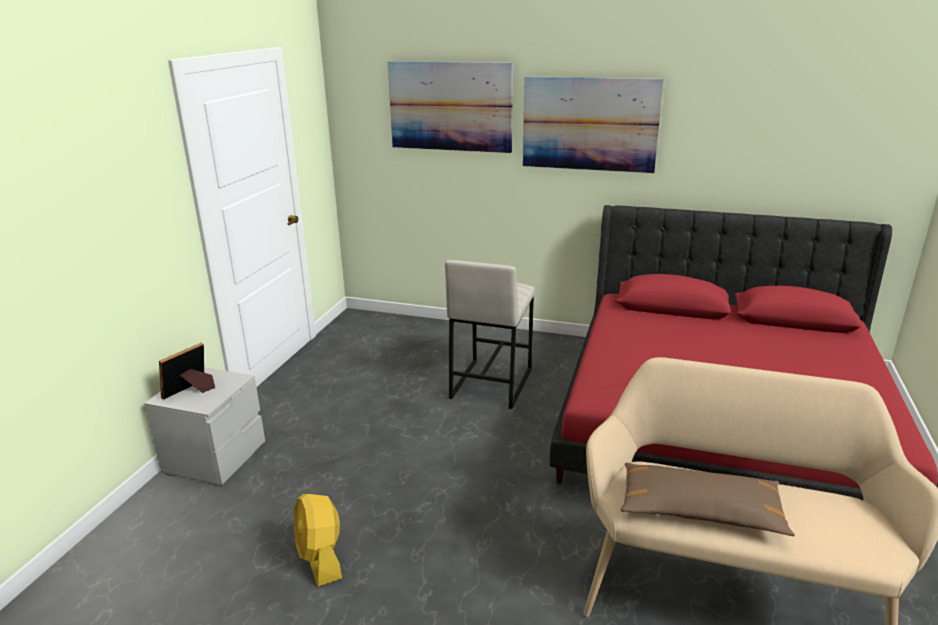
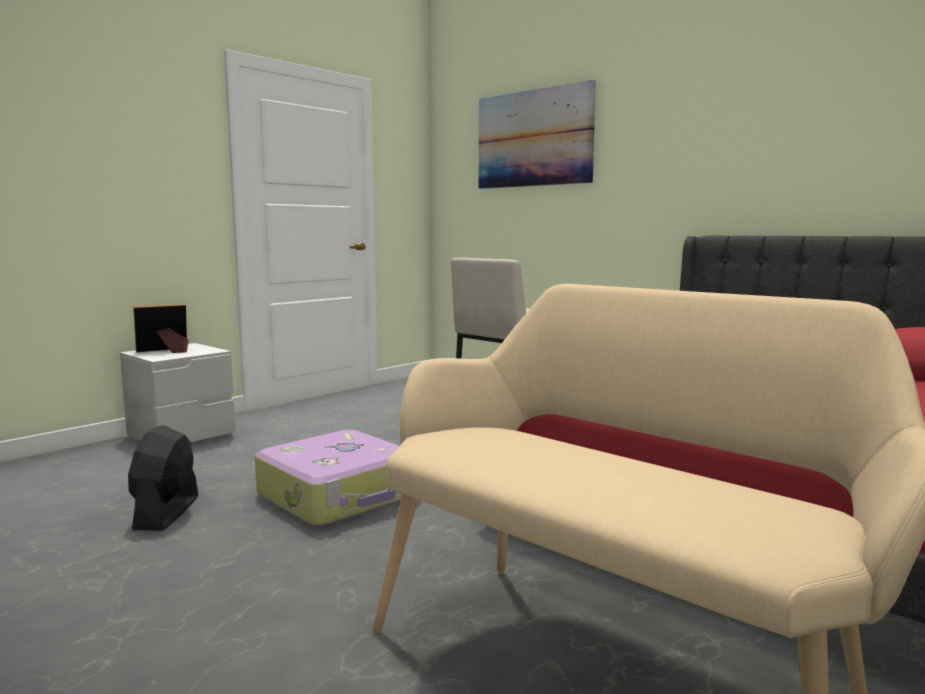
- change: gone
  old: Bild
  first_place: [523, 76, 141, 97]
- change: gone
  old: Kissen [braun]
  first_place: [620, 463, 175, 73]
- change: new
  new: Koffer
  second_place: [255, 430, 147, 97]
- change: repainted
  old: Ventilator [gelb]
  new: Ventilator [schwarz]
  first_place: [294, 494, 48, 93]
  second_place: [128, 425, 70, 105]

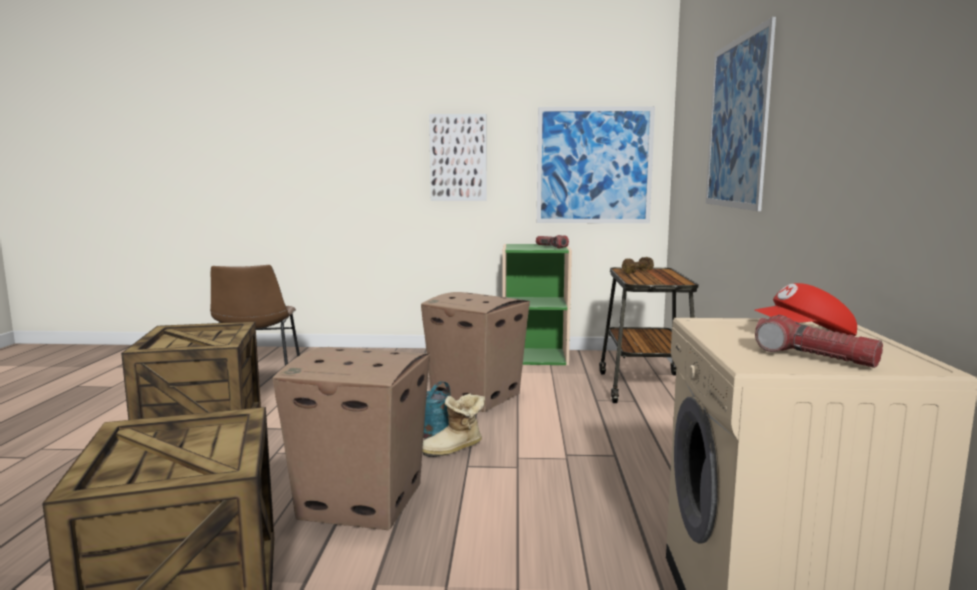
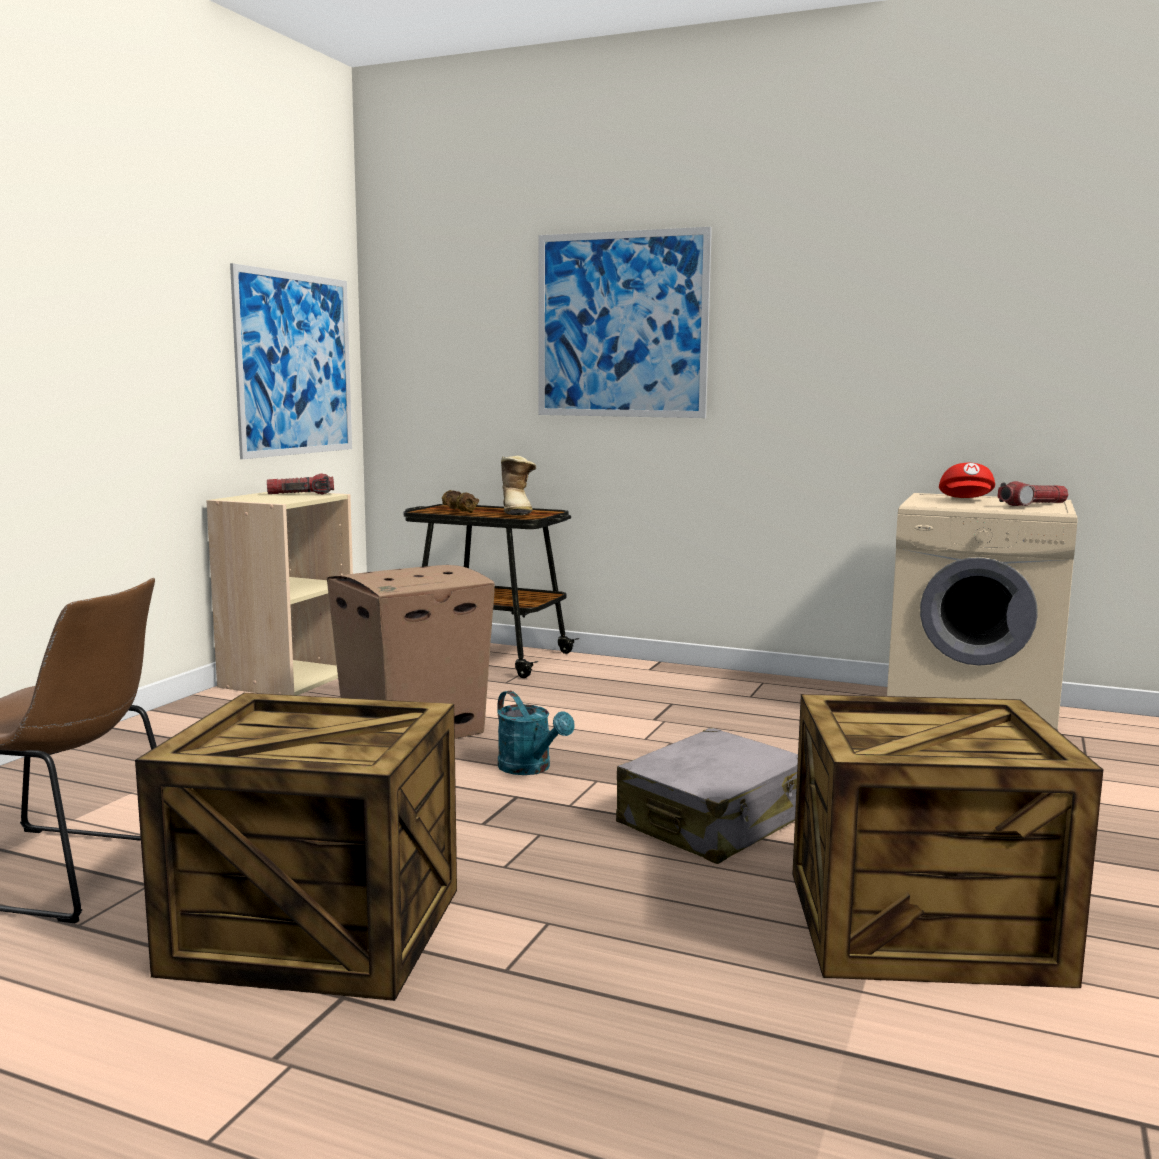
- change: gone
  old: Bild
  first_place: [429, 114, 58, 87]
- change: shifted
  old: Stiefel
  first_place: [422, 393, 63, 64]
  second_place: [501, 456, 35, 59]
- change: swapped
  old: Karton
  new: Koffer [grau]
  first_place: [273, 347, 157, 183]
  second_place: [616, 728, 182, 136]
- change: repainted
  old: Bücherregal [grün]
  new: Bücherregal [beige]
  first_place: [502, 244, 70, 121]
  second_place: [206, 492, 147, 203]

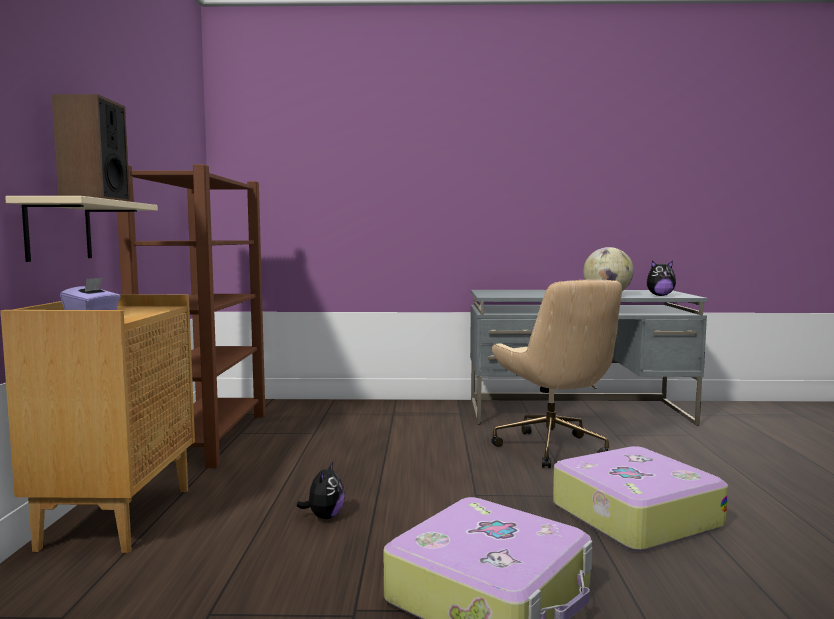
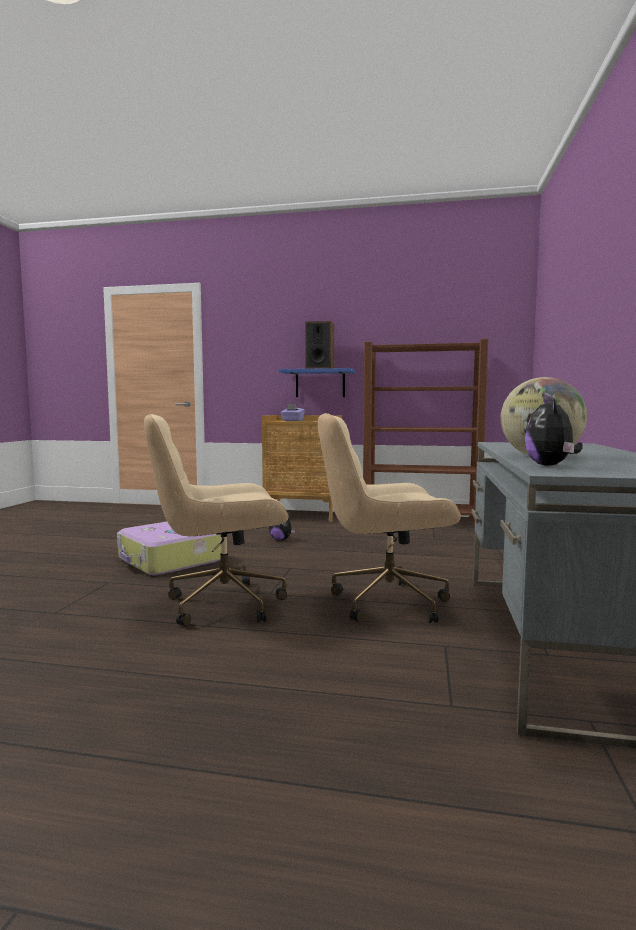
- change: swapped
  old: Koffer
  new: Bürostuhl [beige]
  first_place: [553, 446, 175, 105]
  second_place: [144, 413, 145, 213]
- change: repainted
  old: Wandregal [beige]
  new: Wandregal [blau]
  first_place: [5, 196, 153, 66]
  second_place: [279, 368, 76, 29]

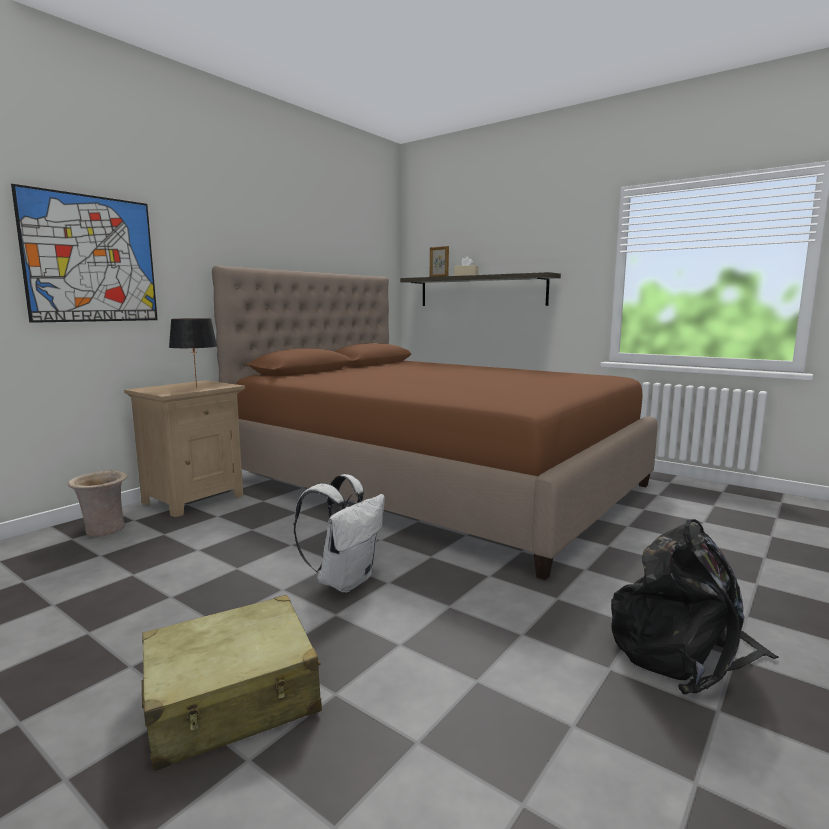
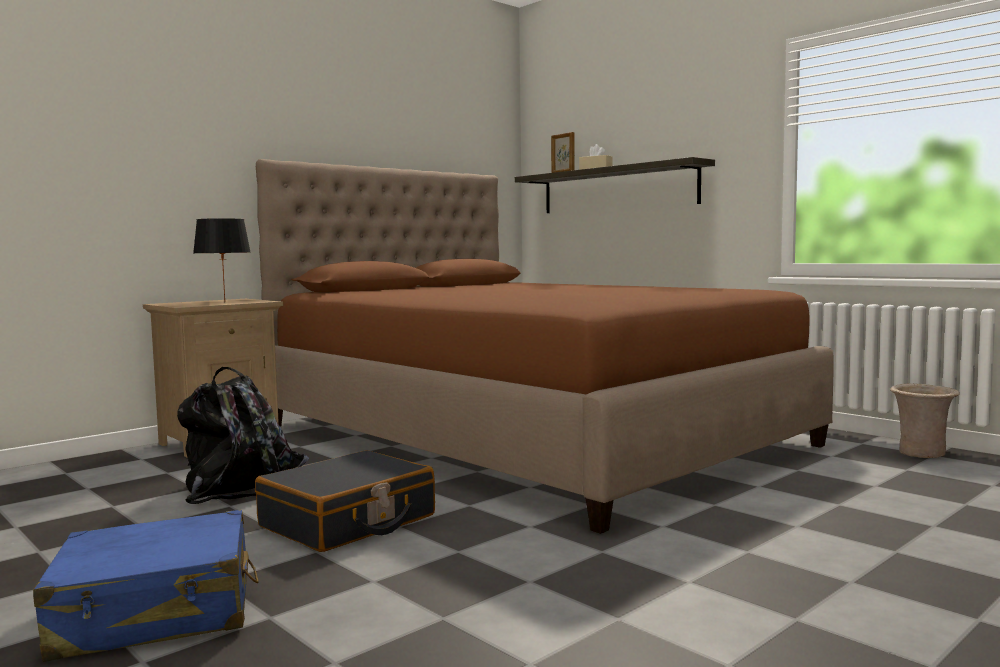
- change: gone
  old: Bild
  first_place: [11, 184, 147, 139]
- change: shifted
  old: Vase [beige]
  first_place: [68, 470, 60, 67]
  second_place: [890, 383, 70, 75]
- change: shifted
  old: Rucksack [schwarz]
  first_place: [611, 519, 168, 176]
  second_place: [177, 367, 132, 137]
- change: swapped
  old: Rucksack [weiß]
  new: Koffer [schwarz]
  first_place: [294, 474, 91, 118]
  second_place: [255, 450, 180, 102]
- change: repainted
  old: Koffer [beige]
  new: Koffer [blau]
  first_place: [142, 595, 180, 176]
  second_place: [33, 510, 226, 152]

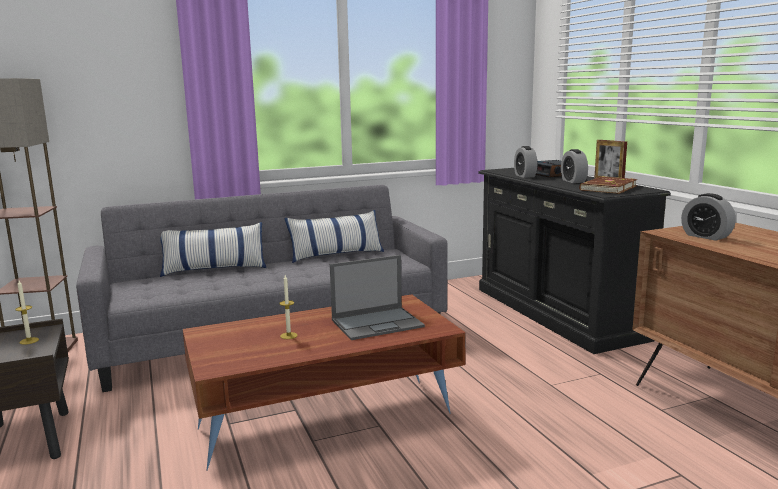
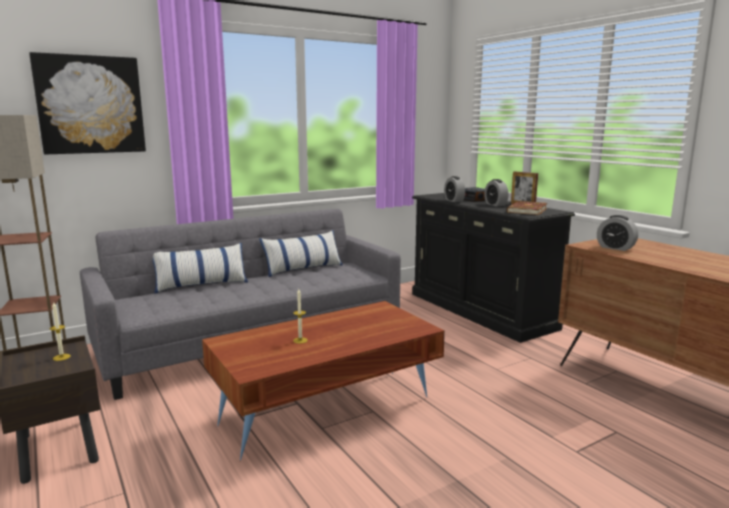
- change: gone
  old: Laptop
  first_place: [330, 255, 95, 85]
- change: new
  new: Bild
  second_place: [29, 52, 117, 102]

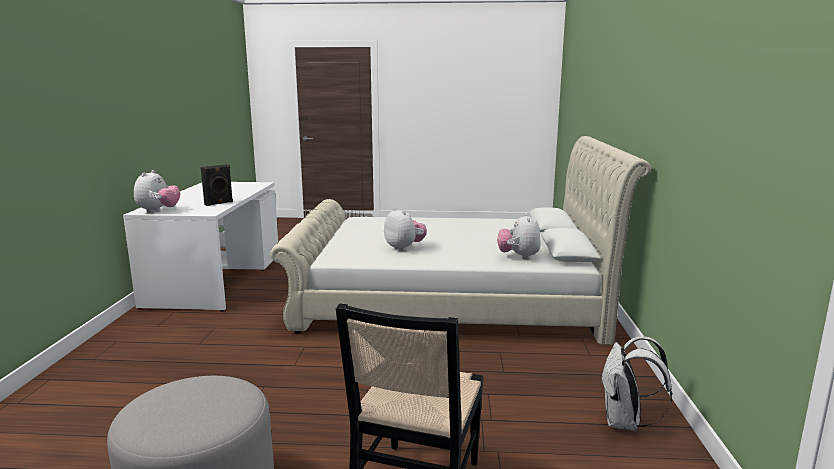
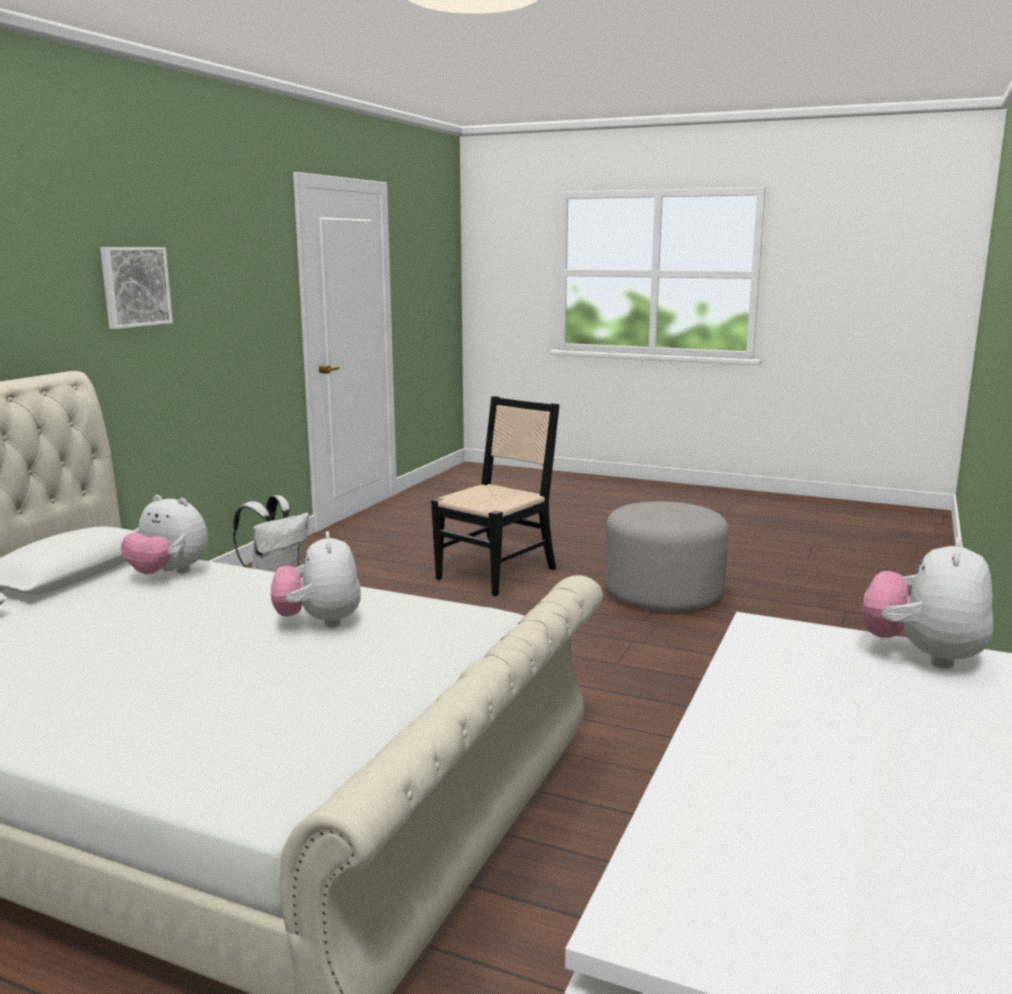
- change: gone
  old: Lautsprecher [schwarz]
  first_place: [201, 164, 32, 42]
- change: new
  new: Bild
  second_place: [100, 247, 73, 82]
- change: rotated
  old: Plüschtier
  first_place: [497, 213, 44, 47]
  second_place: [121, 495, 87, 79]
  degrees: 90

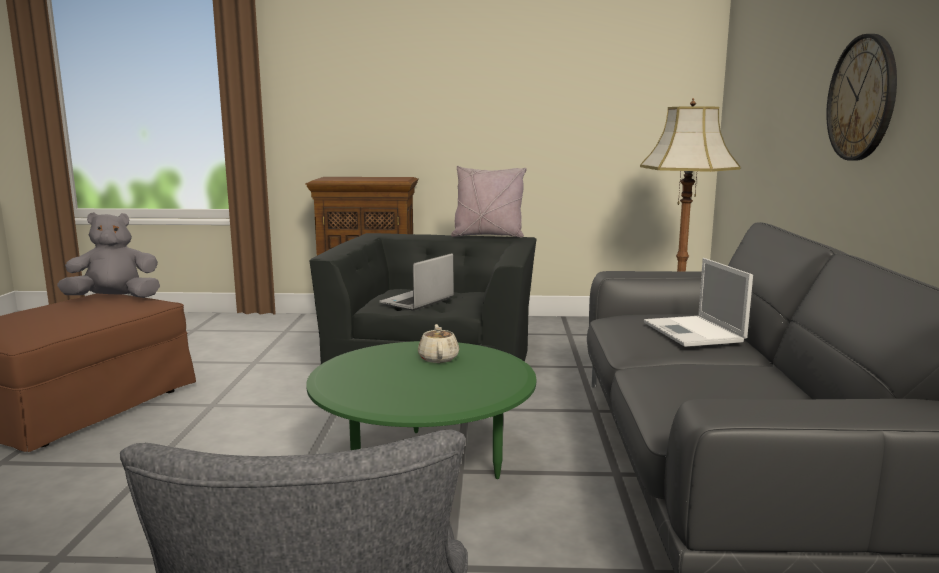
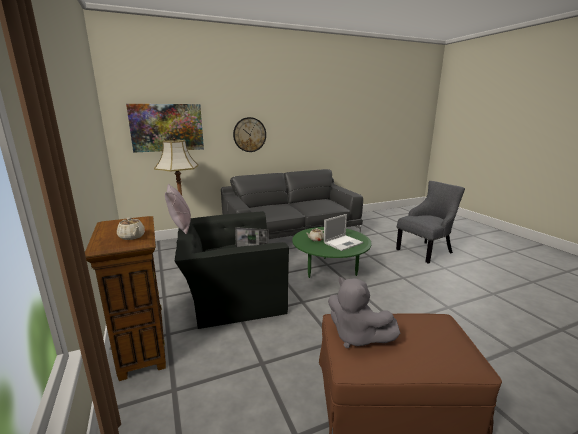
- change: new
  new: Teekanne [beige]
  second_place: [117, 217, 28, 23]
- change: new
  new: Bild
  second_place: [126, 104, 78, 49]
- change: shifted
  old: Laptop
  first_place: [644, 258, 109, 89]
  second_place: [324, 214, 39, 37]

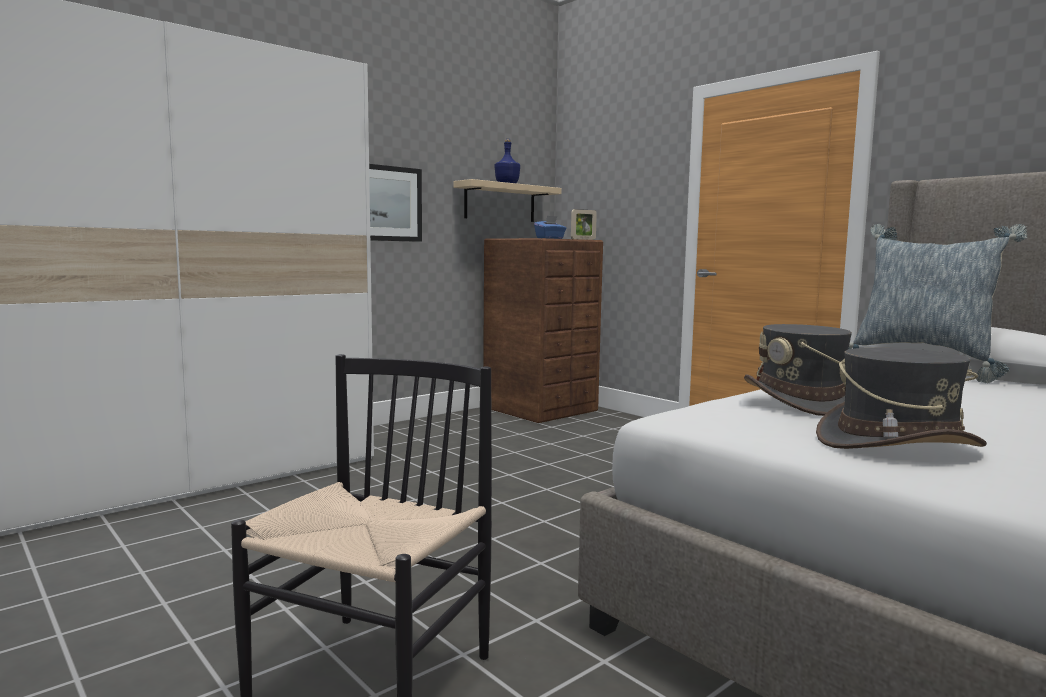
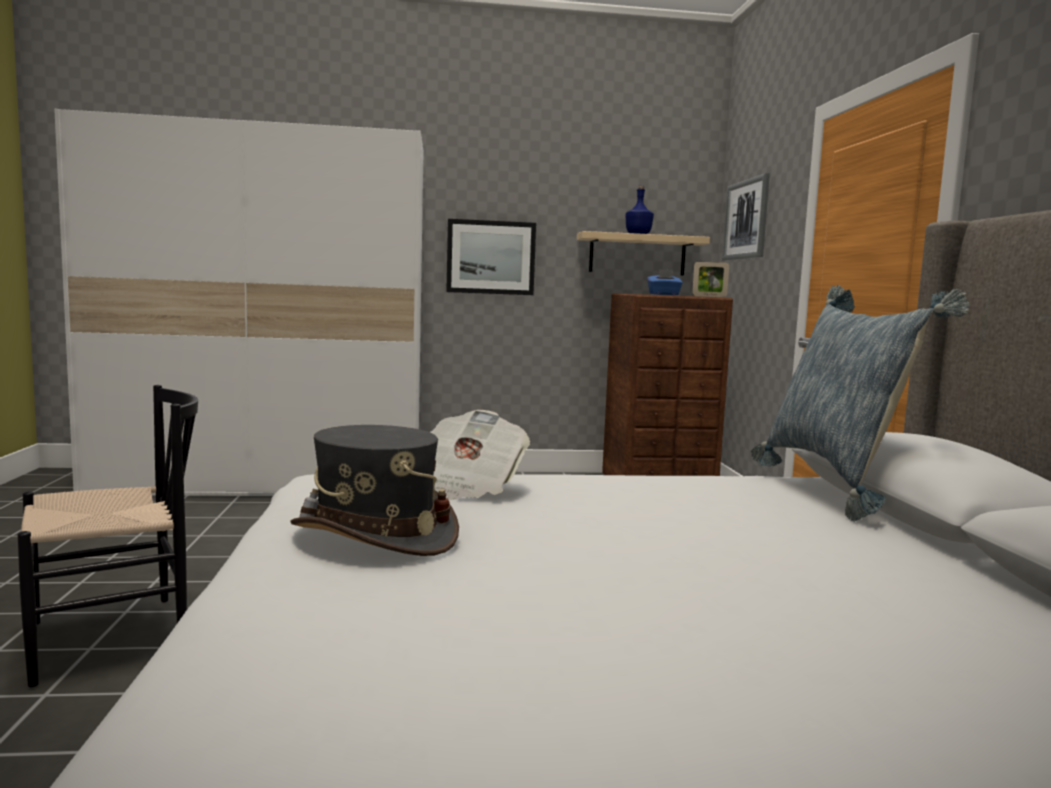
- change: new
  new: Bild
  second_place: [722, 173, 48, 87]
- change: swapped
  old: Hut [grau]
  new: Zeitung
  first_place: [744, 324, 108, 92]
  second_place: [430, 410, 100, 90]

